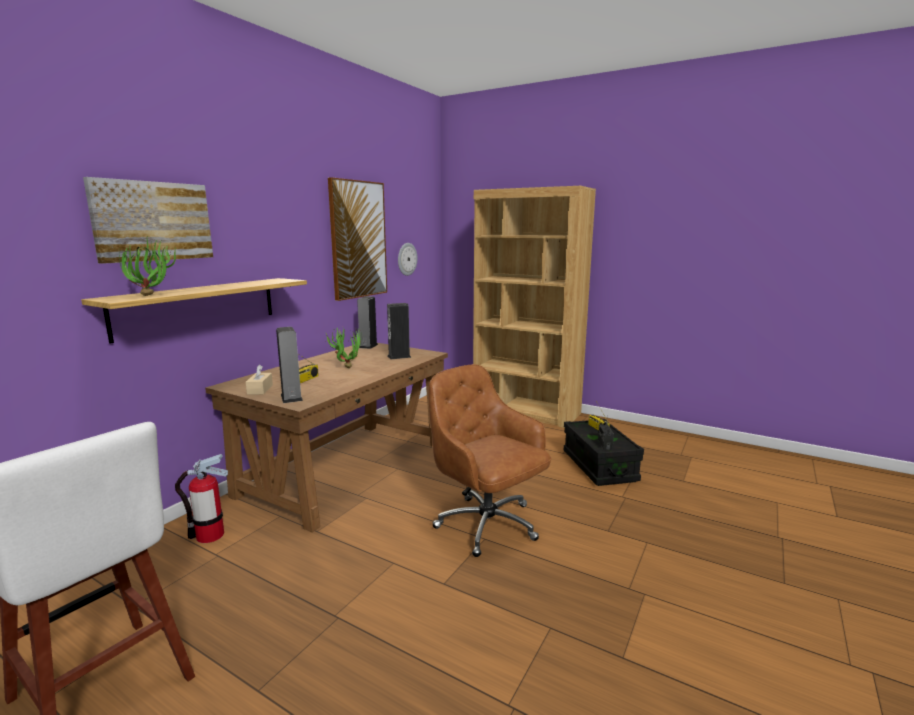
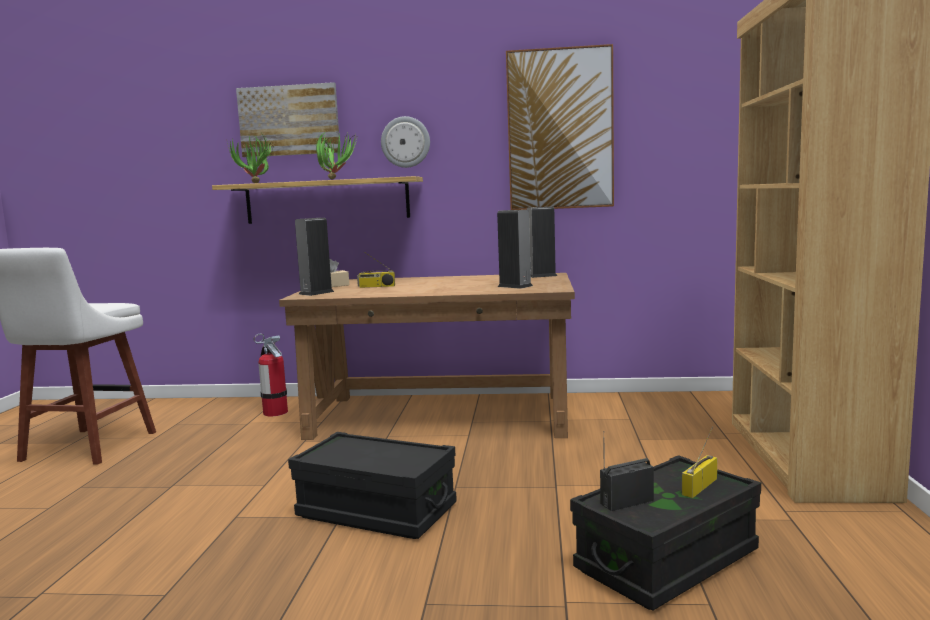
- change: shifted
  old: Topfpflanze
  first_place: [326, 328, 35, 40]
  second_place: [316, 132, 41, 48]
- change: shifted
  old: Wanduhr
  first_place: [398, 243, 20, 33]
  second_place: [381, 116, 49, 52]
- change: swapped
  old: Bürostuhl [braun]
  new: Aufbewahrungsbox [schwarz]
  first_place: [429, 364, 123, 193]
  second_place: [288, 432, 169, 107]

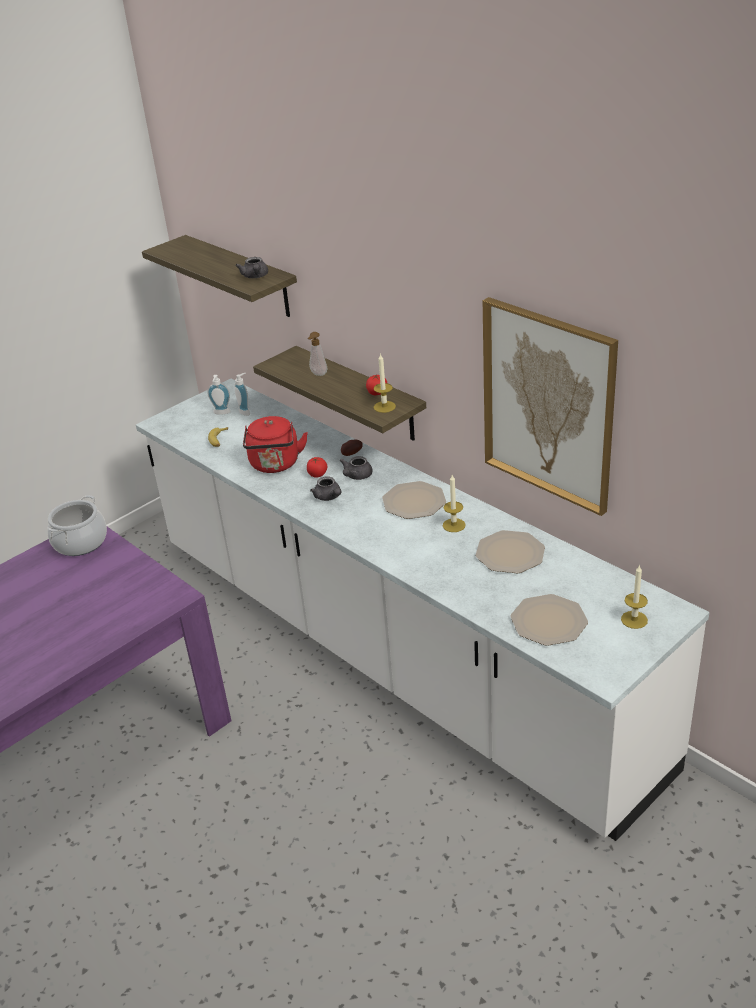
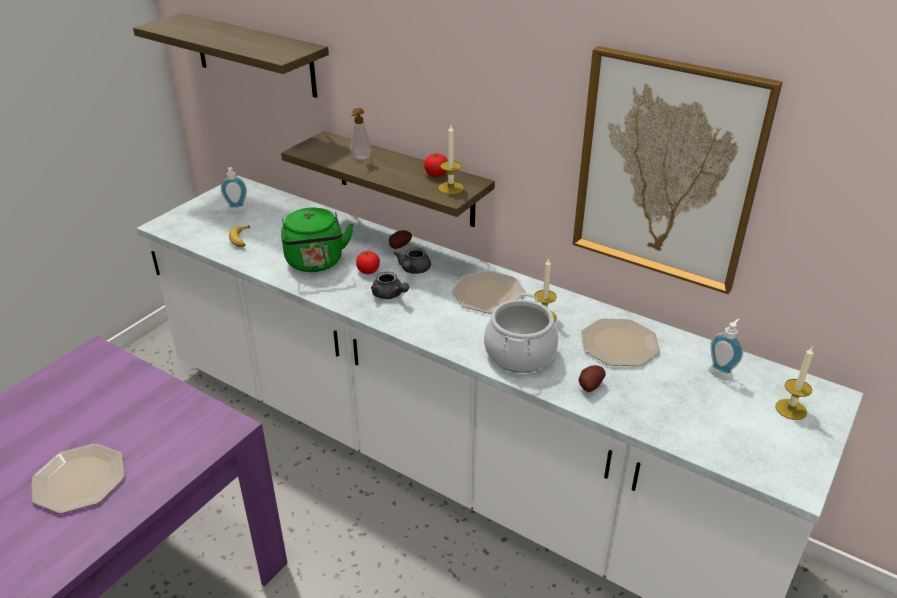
- change: gone
  old: Teekanne [grau]
  first_place: [235, 257, 33, 21]
- change: new
  new: Kartoffel
  second_place: [579, 365, 27, 27]
- change: shifted
  old: Kochtopf
  first_place: [47, 495, 60, 61]
  second_place: [484, 293, 74, 80]
- change: shifted
  old: Seifenspender
  first_place: [235, 373, 15, 43]
  second_place: [708, 318, 35, 63]
- change: shifted
  old: Teller
  first_place: [510, 594, 78, 52]
  second_place: [32, 444, 93, 69]
- change: repainted
  old: Wasserkessel [rot]
  new: Wasserkessel [grün]
  first_place: [243, 416, 65, 57]
  second_place: [281, 208, 73, 64]

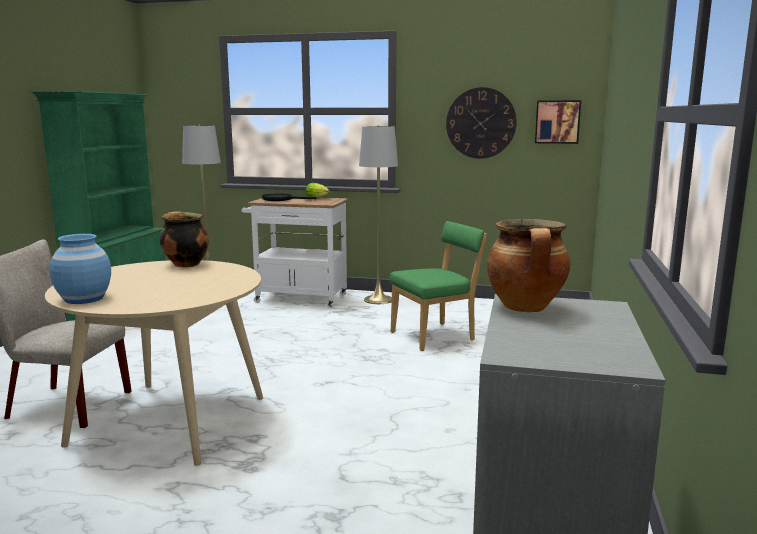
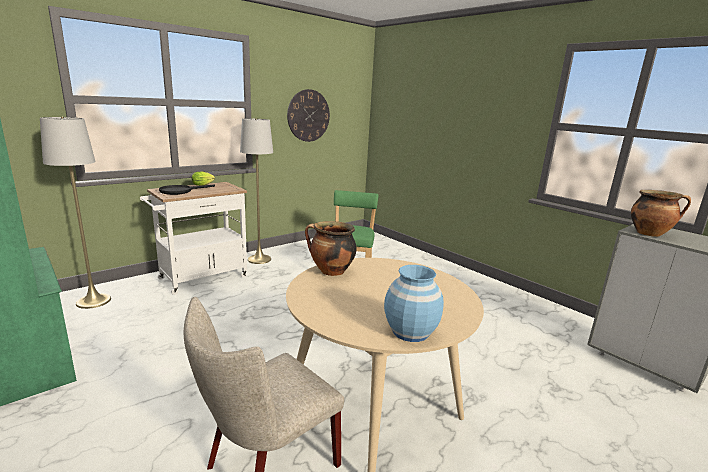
- change: gone
  old: Bild
  first_place: [535, 100, 46, 44]

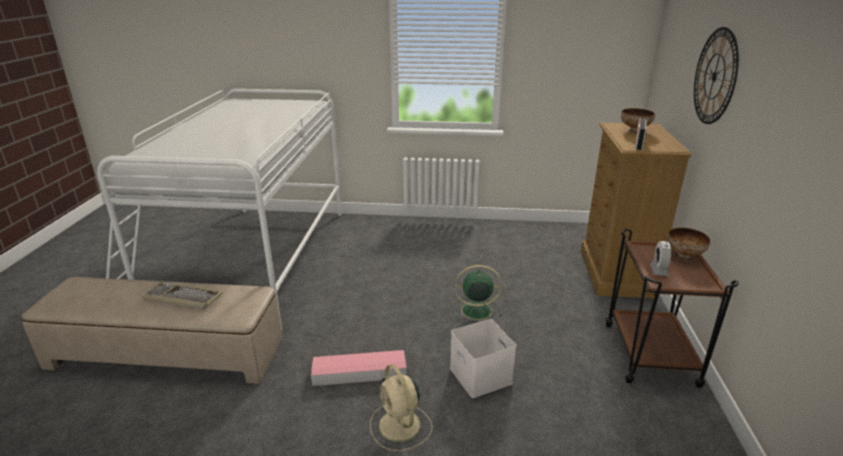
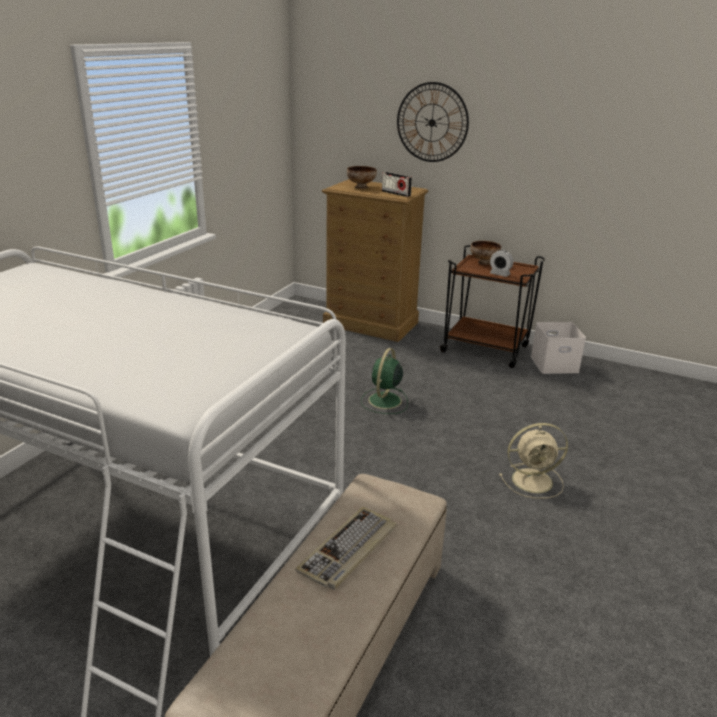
- change: gone
  old: Aufbewahrungsbox [rosa]
  first_place: [311, 350, 95, 36]
- change: shifted
  old: Aufbewahrungsbox [weiß]
  first_place: [450, 319, 67, 79]
  second_place: [531, 322, 55, 52]

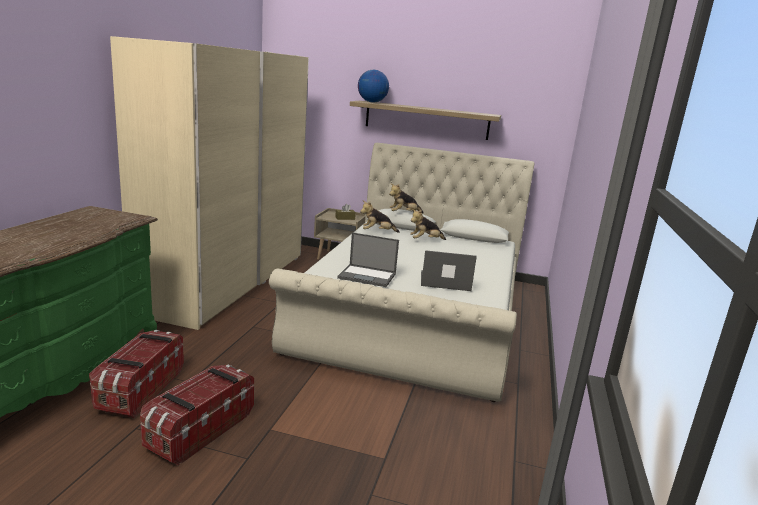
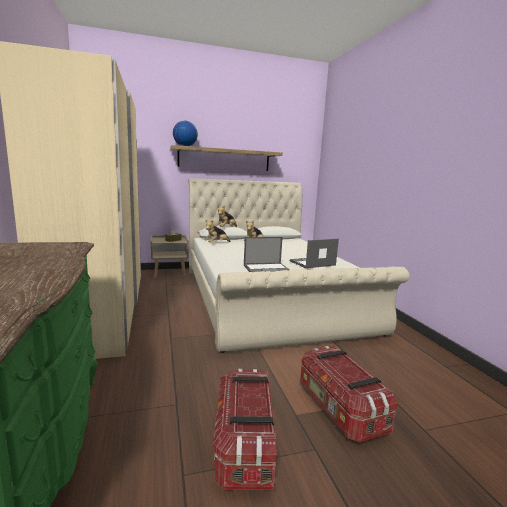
- change: shifted
  old: Aufbewahrungsbox
  first_place: [89, 330, 95, 88]
  second_place: [300, 346, 97, 96]

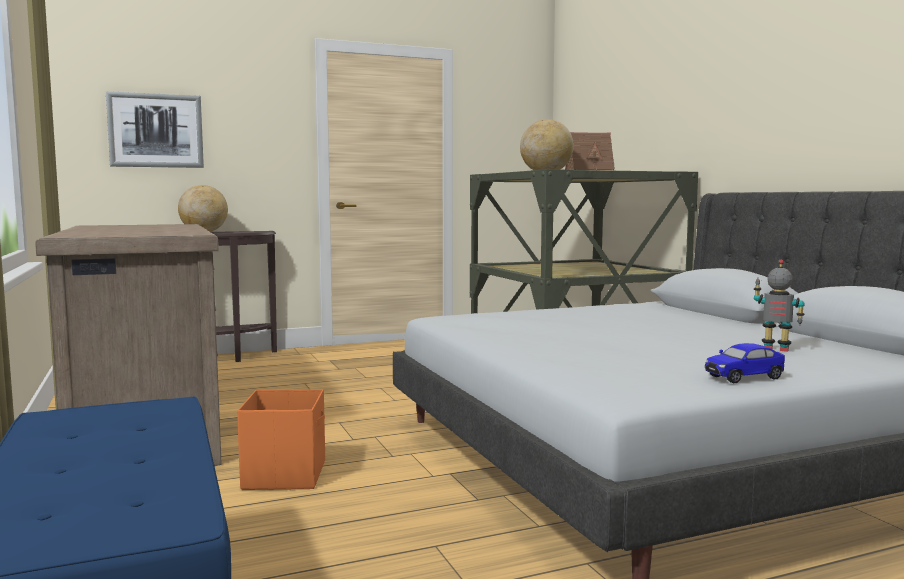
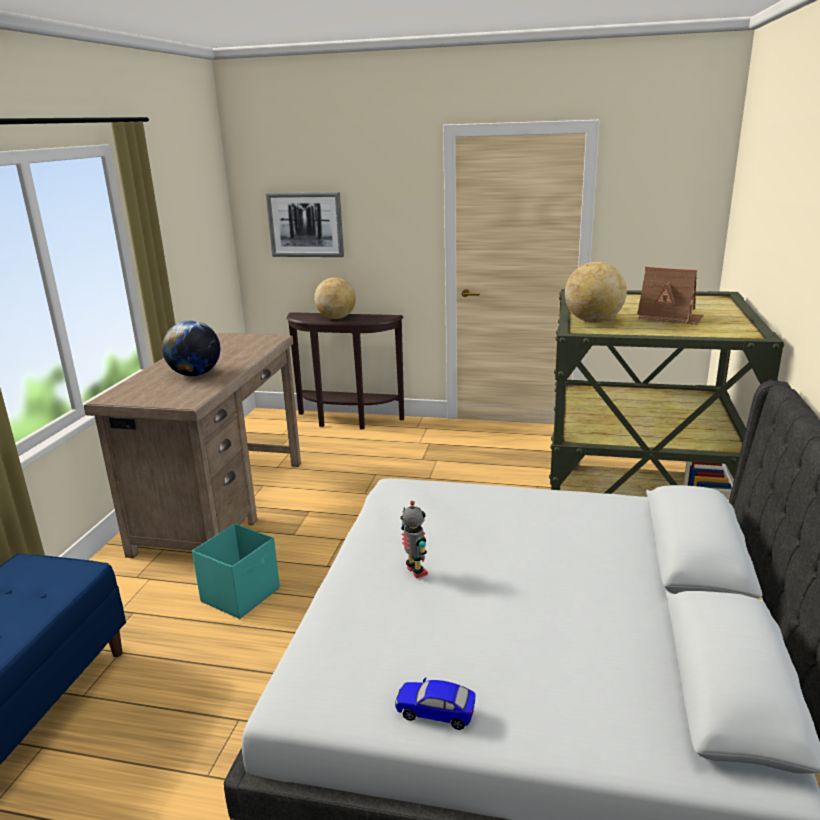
- change: new
  new: Globus
  second_place: [162, 320, 58, 56]
- change: shifted
  old: Spielzeugroboter
  first_place: [754, 260, 51, 92]
  second_place: [400, 501, 28, 78]
- change: repainted
  old: Aufbewahrungsbox [orange]
  new: Aufbewahrungsbox [türkis]
  first_place: [237, 389, 88, 101]
  second_place: [192, 524, 88, 95]

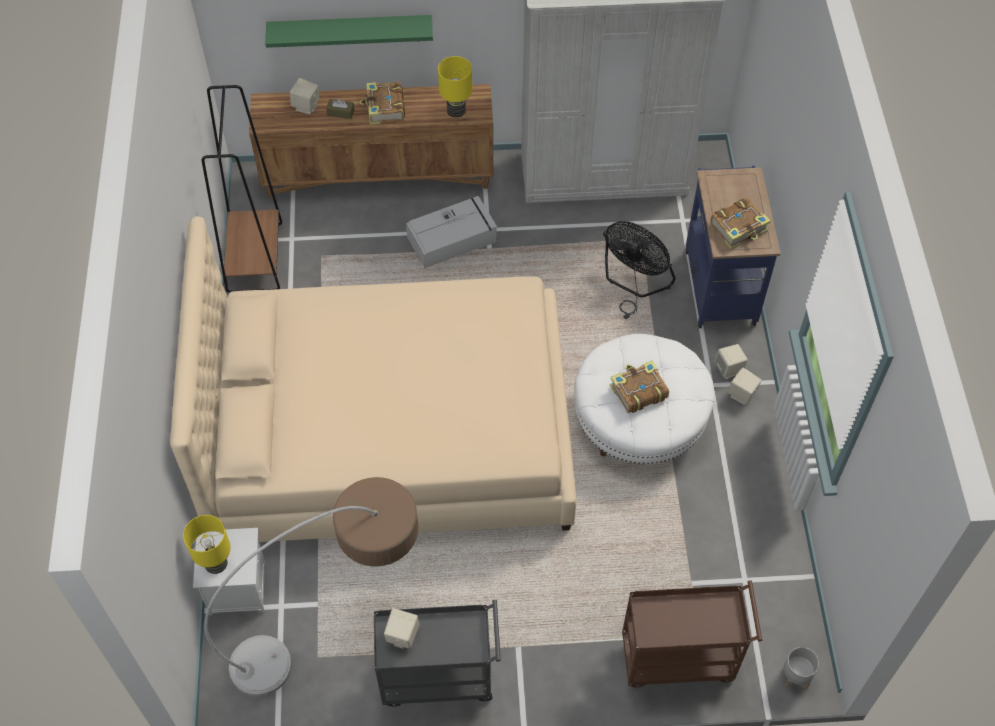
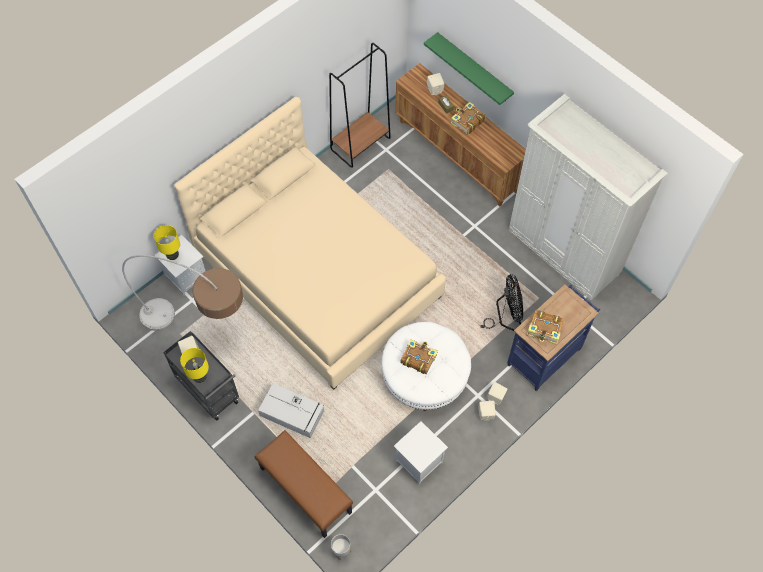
- change: new
  new: Nachttisch [grau]
  second_place: [394, 421, 54, 64]
- change: shifted
  old: Aufbewahrungsbox [grau]
  first_place: [406, 196, 91, 72]
  second_place: [258, 384, 66, 54]
- change: shifted
  old: Tischlampe [gelb]
  first_place: [438, 56, 34, 61]
  second_place: [180, 348, 29, 35]
- change: swapped
  old: Rollwagen [braun]
  new: Bank [braun]
  first_place: [622, 581, 140, 107]
  second_place: [255, 430, 98, 108]

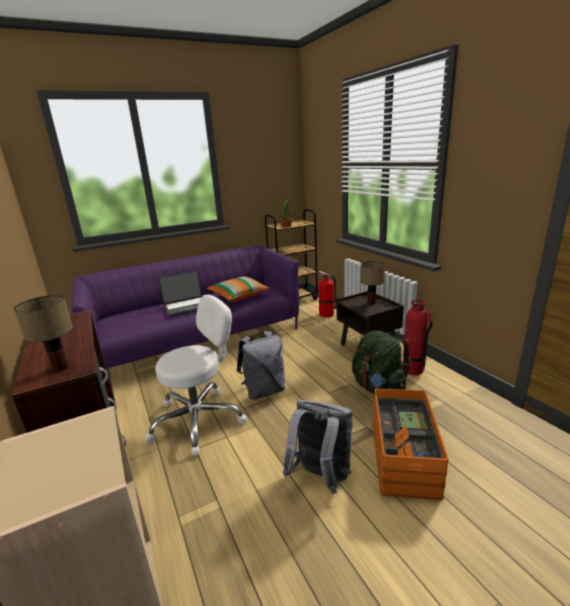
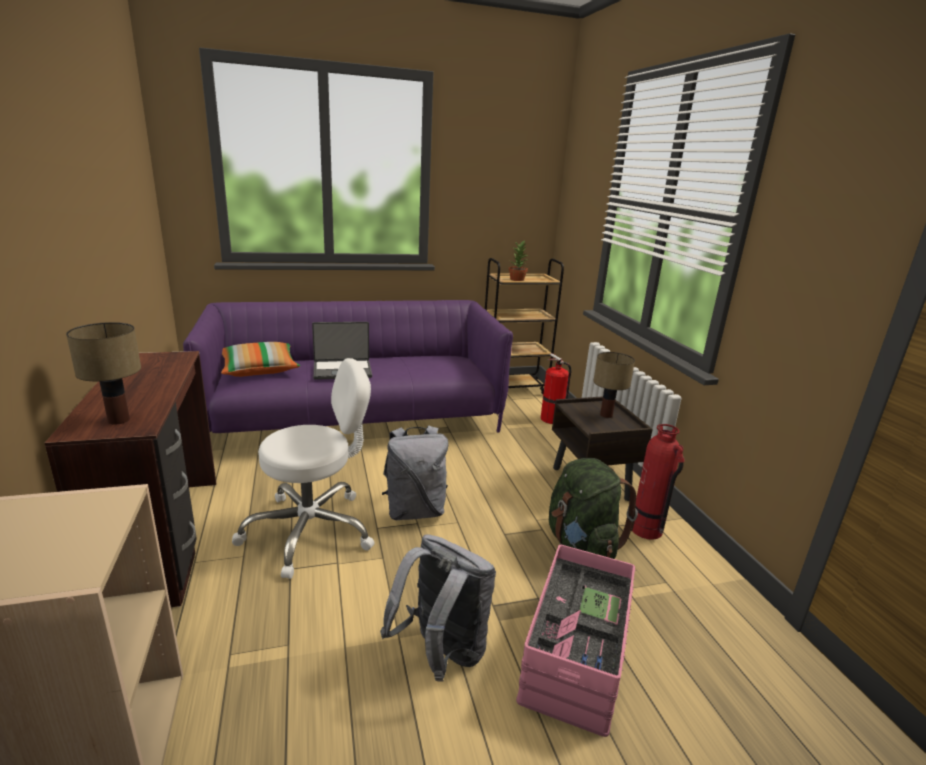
- change: shifted
  old: Kissen
  first_place: [207, 277, 63, 24]
  second_place: [221, 342, 79, 35]
- change: repainted
  old: Aufbewahrungsbox [orange]
  new: Aufbewahrungsbox [rosa]
  first_place: [373, 389, 76, 111]
  second_place: [516, 545, 120, 192]

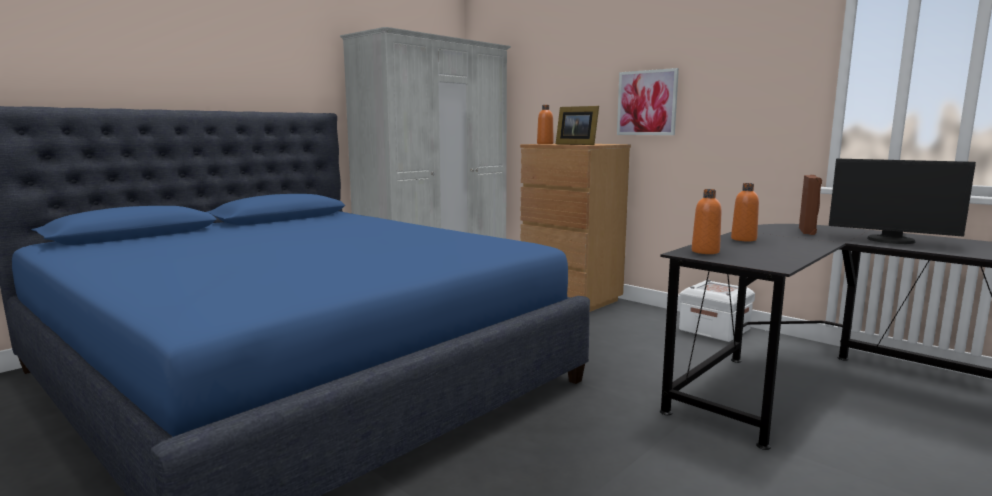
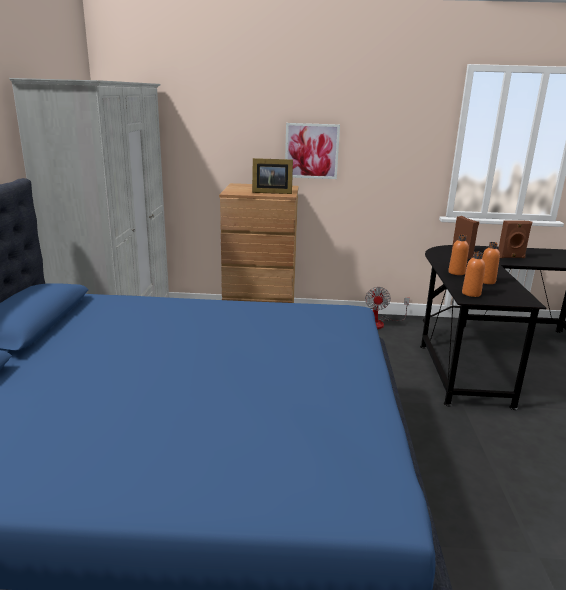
- change: shifted
  old: Flasche [orange]
  first_place: [537, 105, 17, 39]
  second_place: [482, 242, 18, 42]
- change: swapped
  old: Aufbewahrungsbox [weiß]
  new: Ventilator
  first_place: [679, 279, 76, 63]
  second_place: [365, 287, 45, 42]
- change: swapped
  old: Monitor
  new: Lautsprecher [braun]
  first_place: [829, 159, 147, 85]
  second_place: [498, 221, 34, 37]

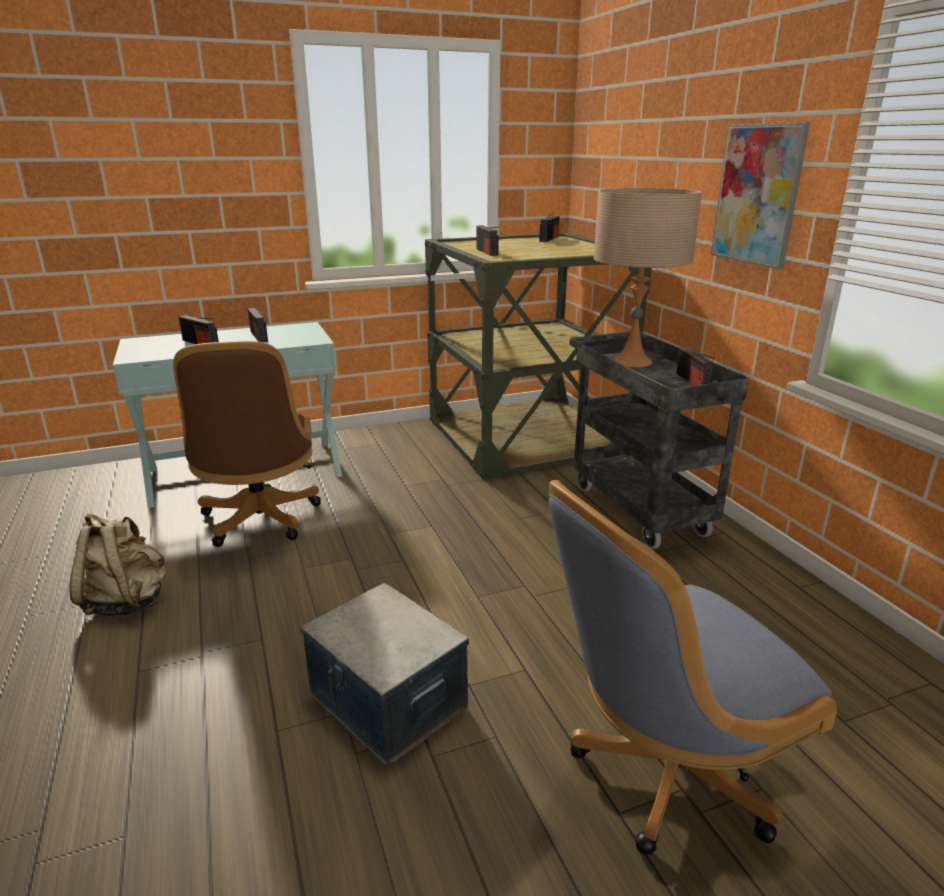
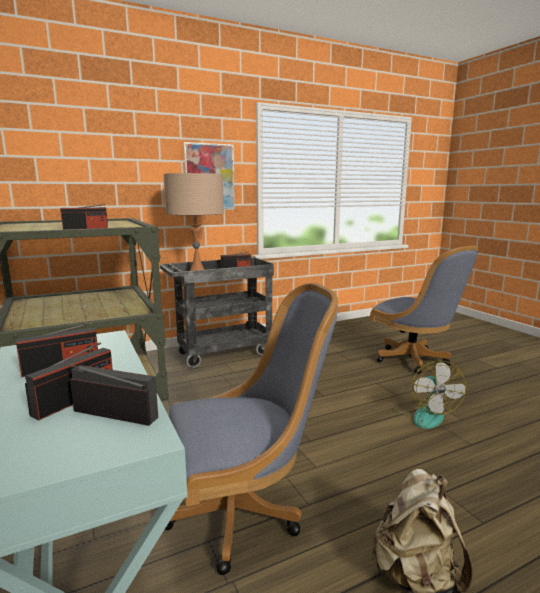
- change: shifted
  old: Radio
  first_place: [539, 213, 21, 29]
  second_place: [70, 364, 88, 62]
- change: swapped
  old: Aufbewahrungsbox
  new: Ventilator
  first_place: [300, 583, 169, 184]
  second_place: [392, 361, 74, 68]
- change: repainted
  old: Bürostuhl [braun]
  new: Bürostuhl [blau]
  first_place: [173, 341, 148, 206]
  second_place: [165, 283, 173, 292]

